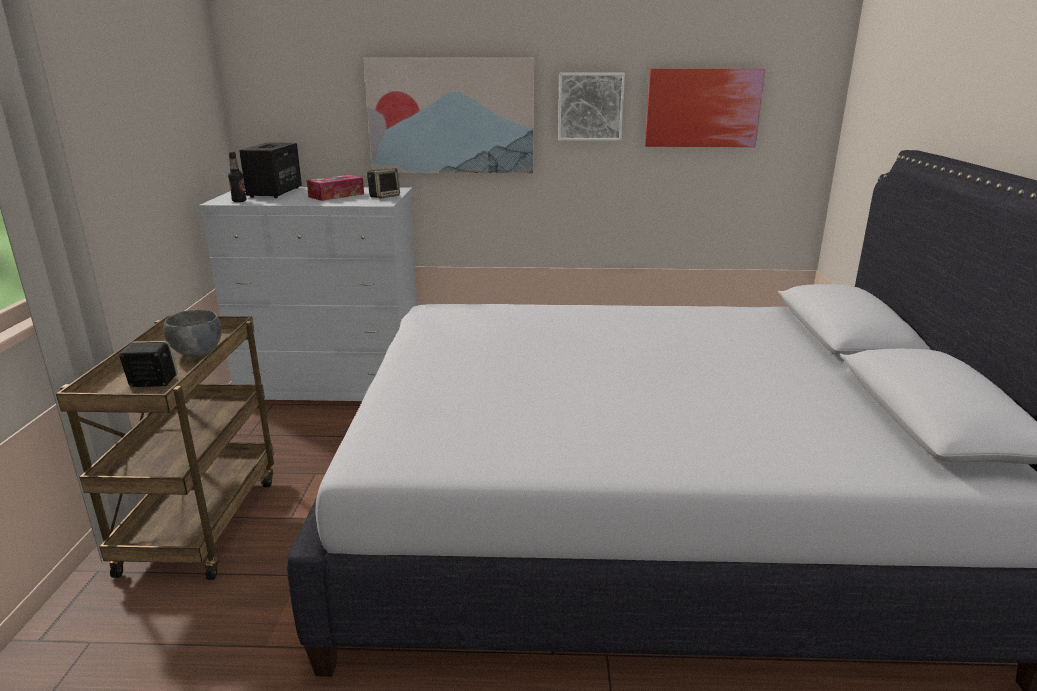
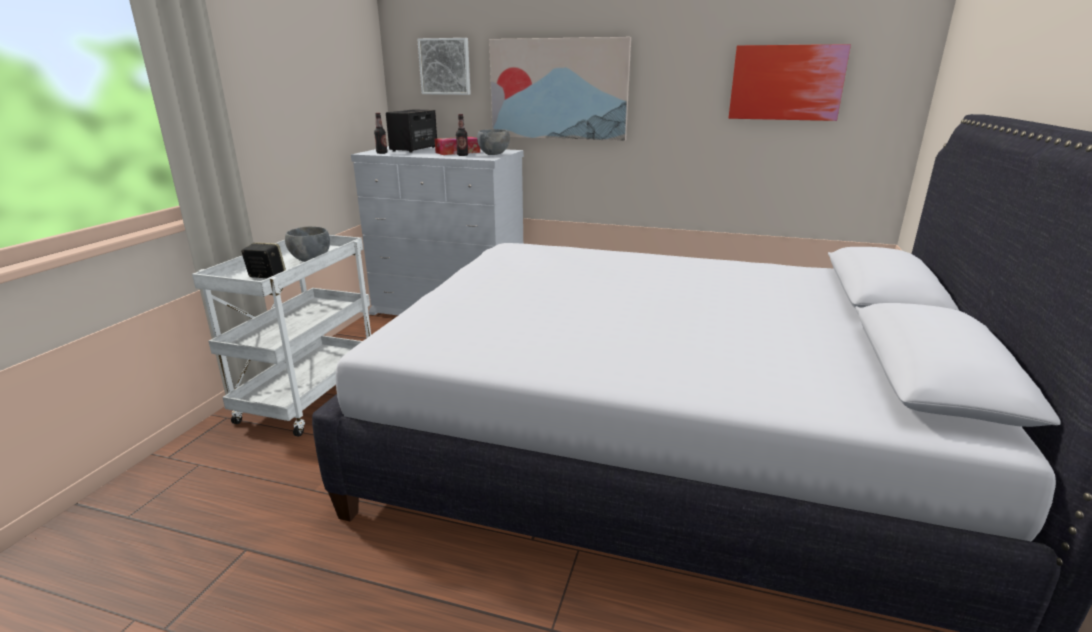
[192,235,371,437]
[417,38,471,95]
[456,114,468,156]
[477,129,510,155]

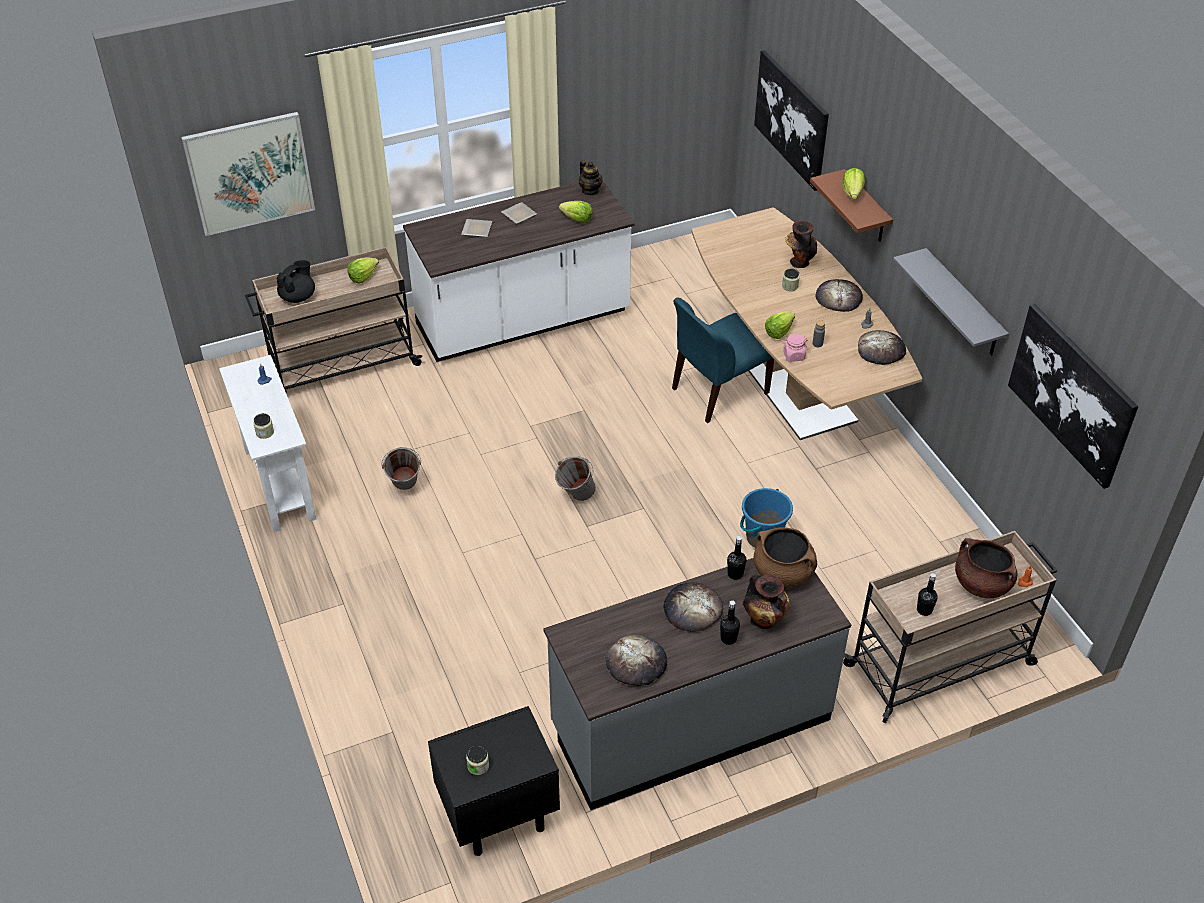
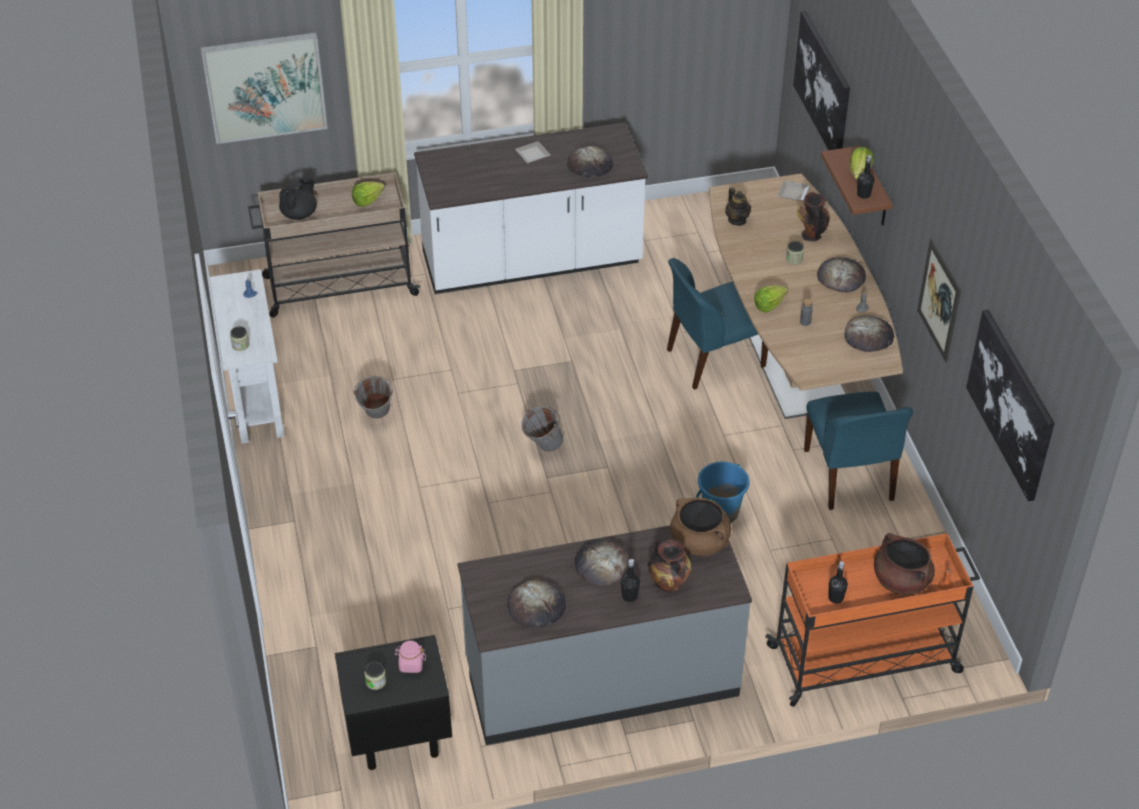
[395,641,426,673]
[567,146,613,178]
[725,188,751,226]
[765,533,980,707]
[778,180,810,202]
[804,391,913,510]
[857,155,874,199]
[917,239,961,362]

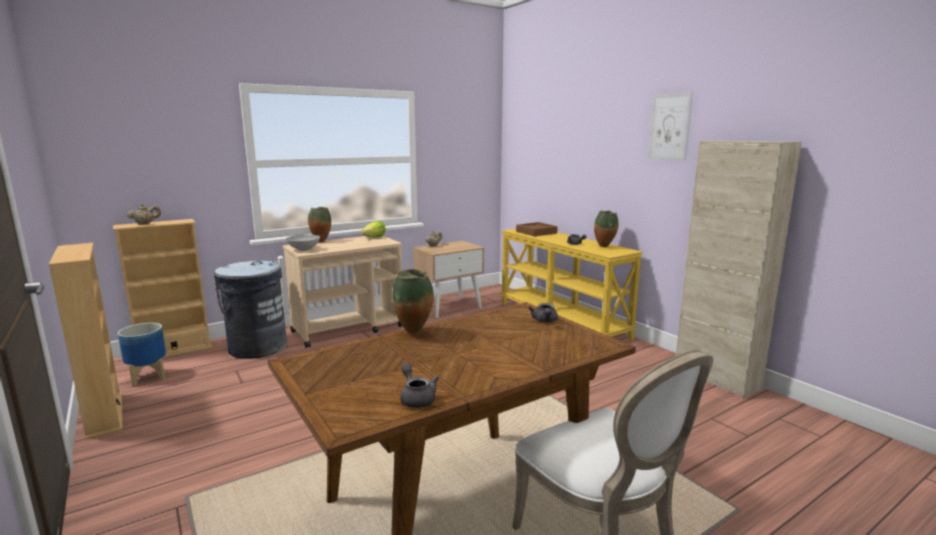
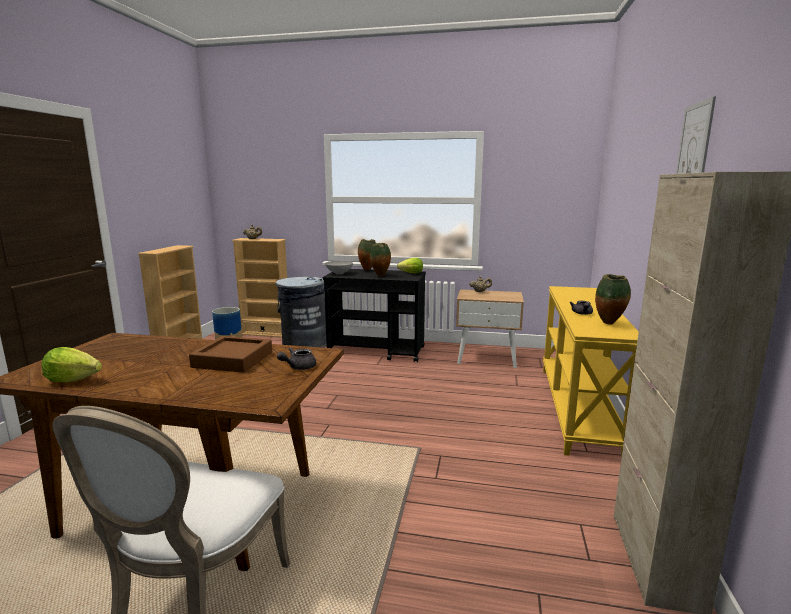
[41,347,102,382]
[189,336,272,373]
[323,269,426,362]
[370,243,391,277]

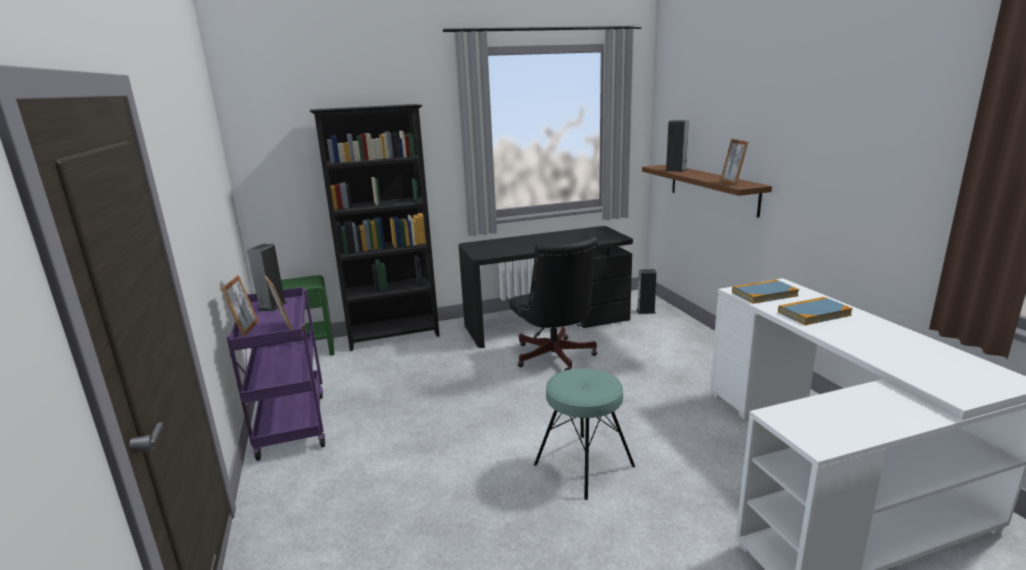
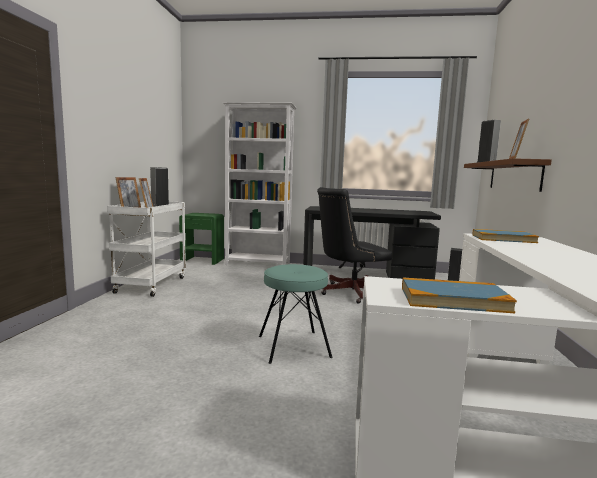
[107,201,186,297]
[222,102,296,265]
[317,187,392,304]
[402,277,517,313]

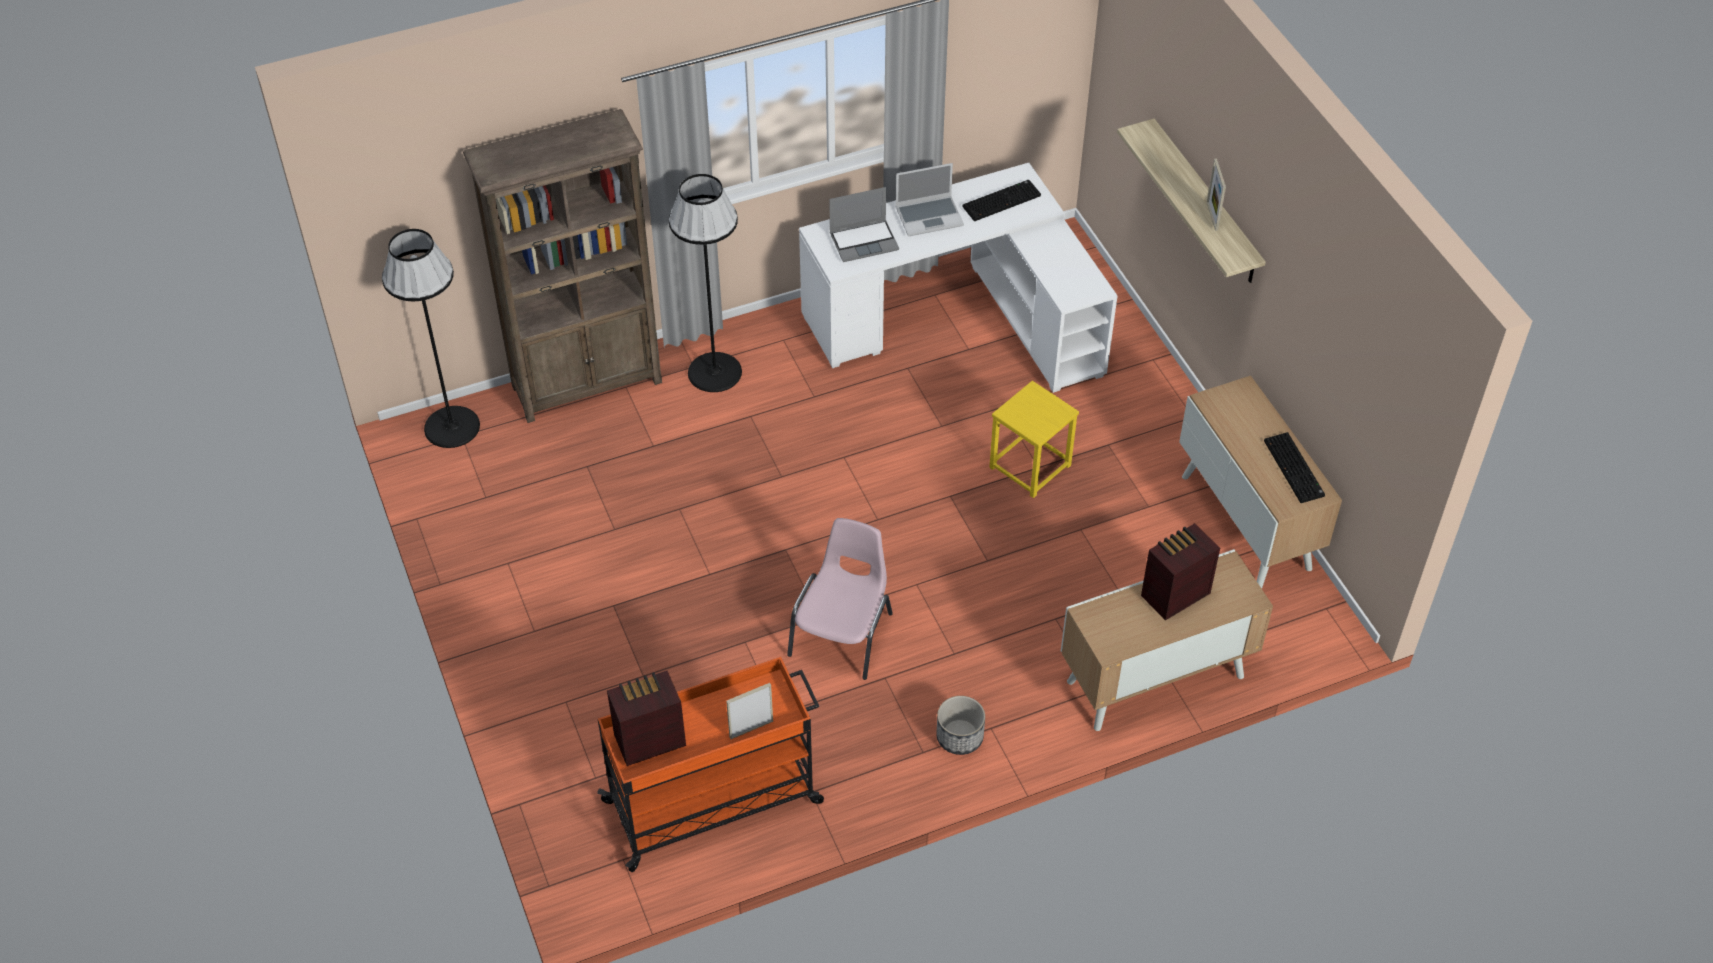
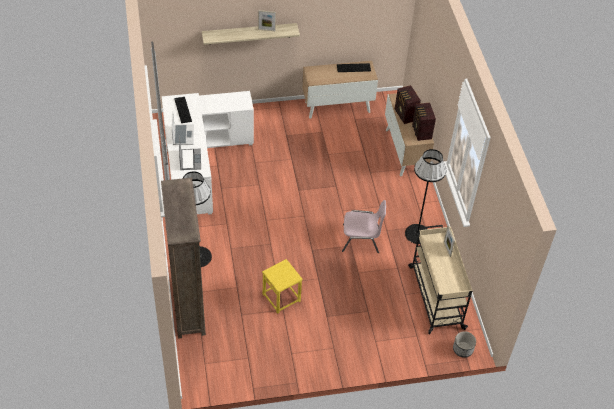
[262,259,303,314]
[342,200,386,253]
[405,149,446,244]
[408,225,472,335]
[412,103,436,141]
[453,331,476,358]

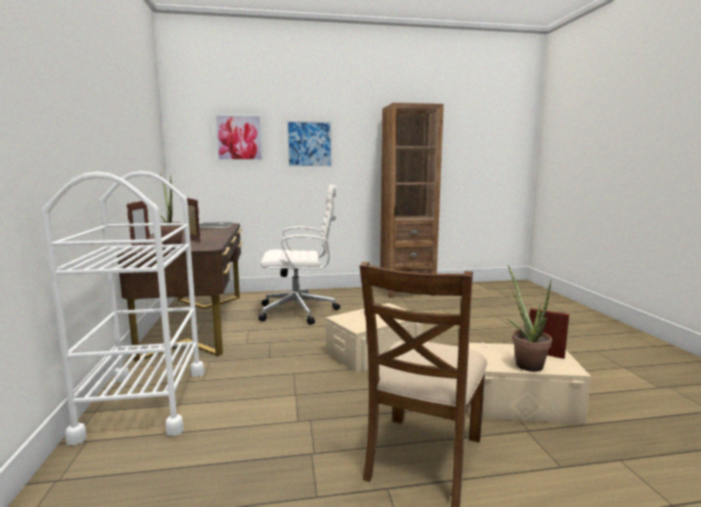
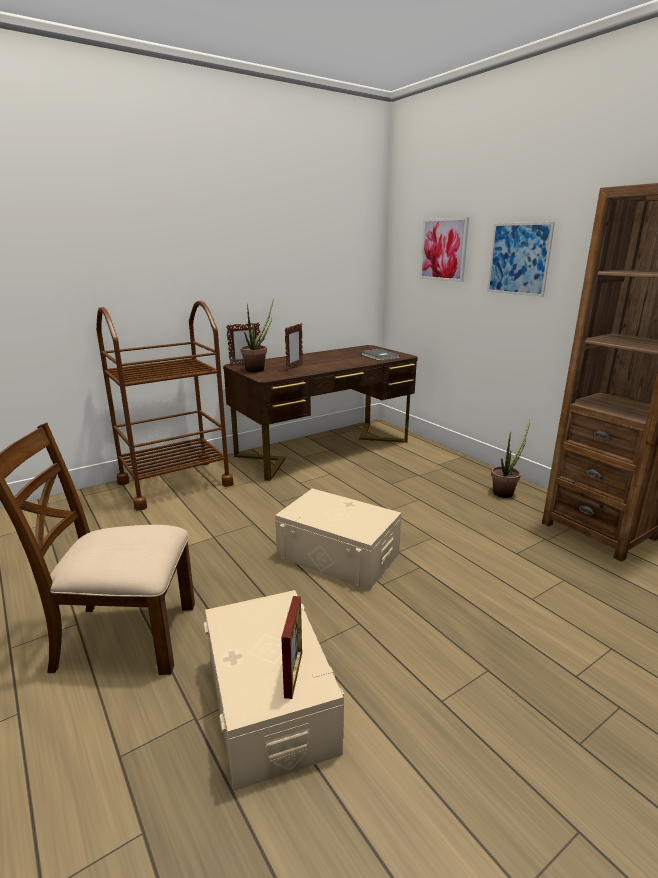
[96,301,234,511]
[491,420,530,498]
[258,185,340,325] (first image)

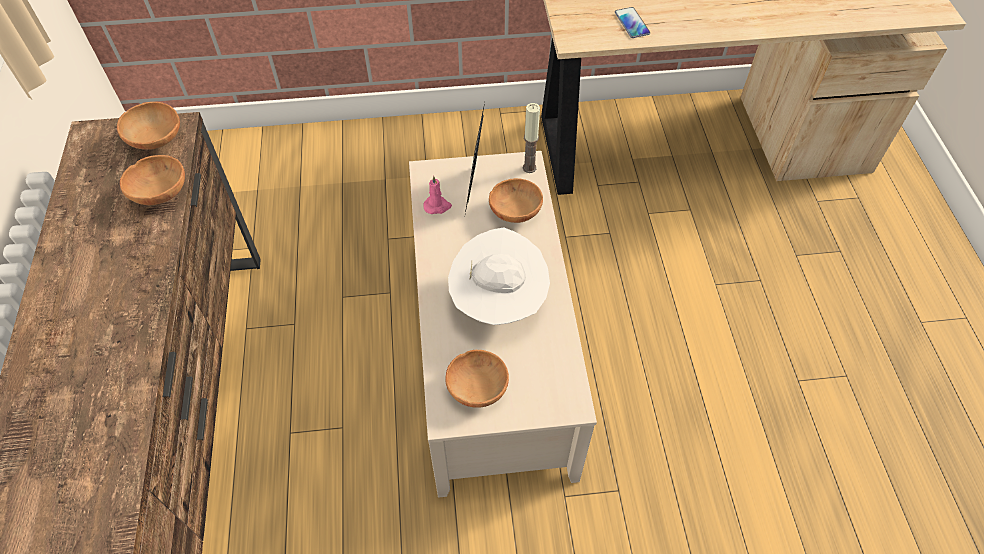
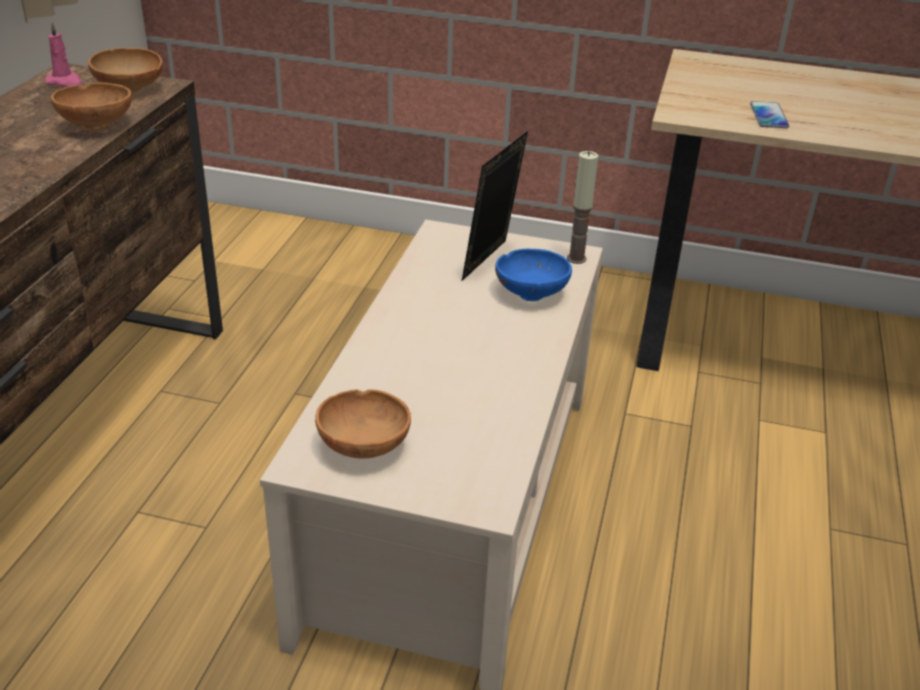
[45,22,82,87]
[495,249,572,301]
[448,227,550,325] (first image)

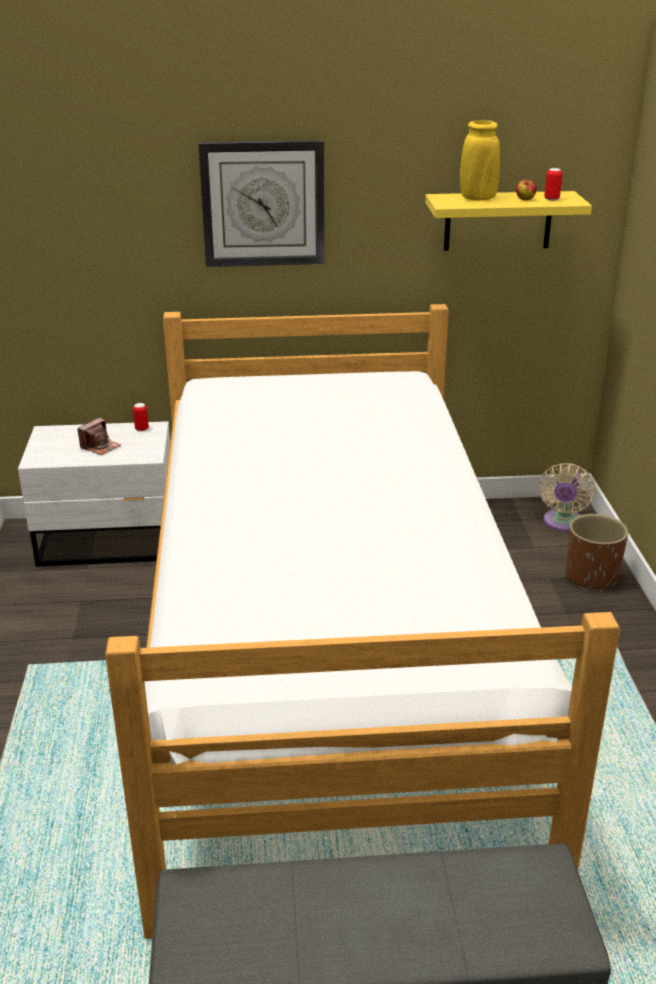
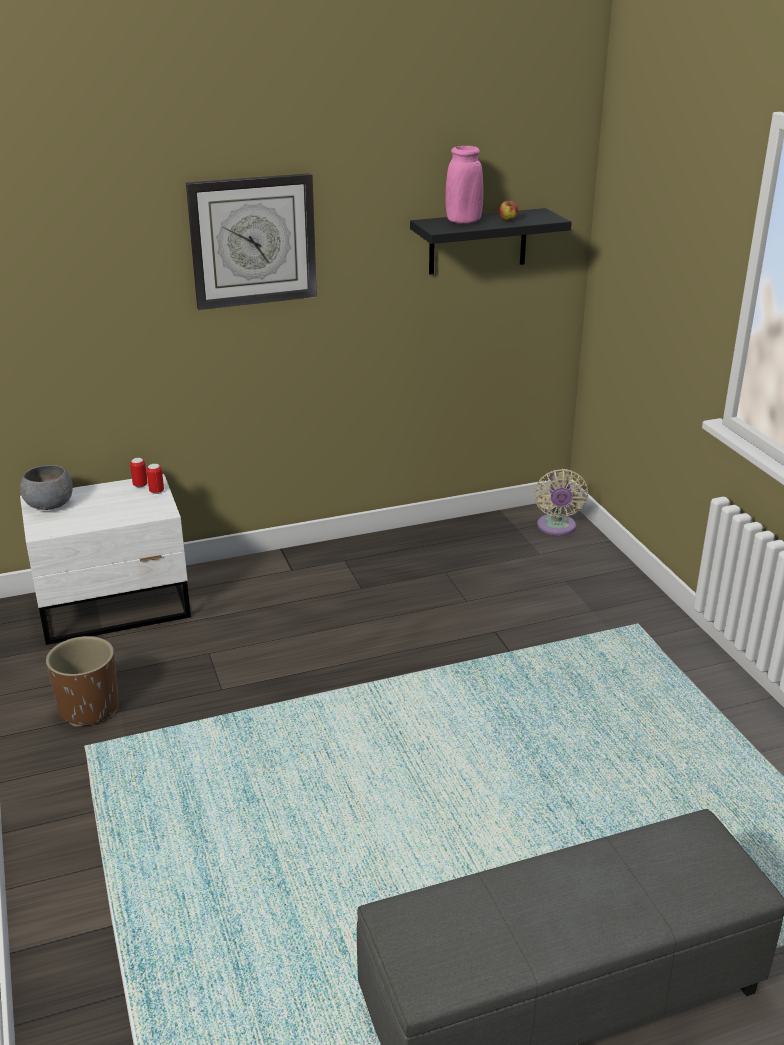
[20,465,73,510]
[46,636,119,726]
[147,464,164,494]
[410,208,572,274]
[445,146,483,224]
[77,417,121,455] (first image)
[105,304,620,939] (first image)

